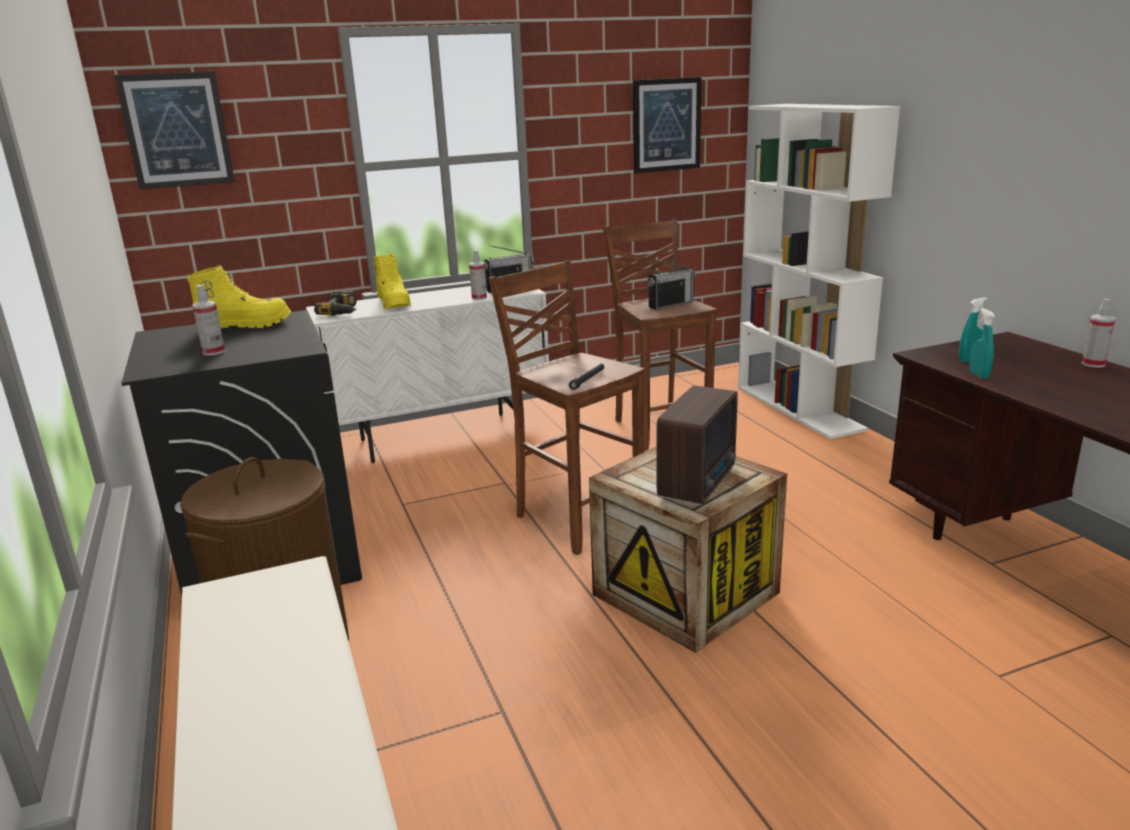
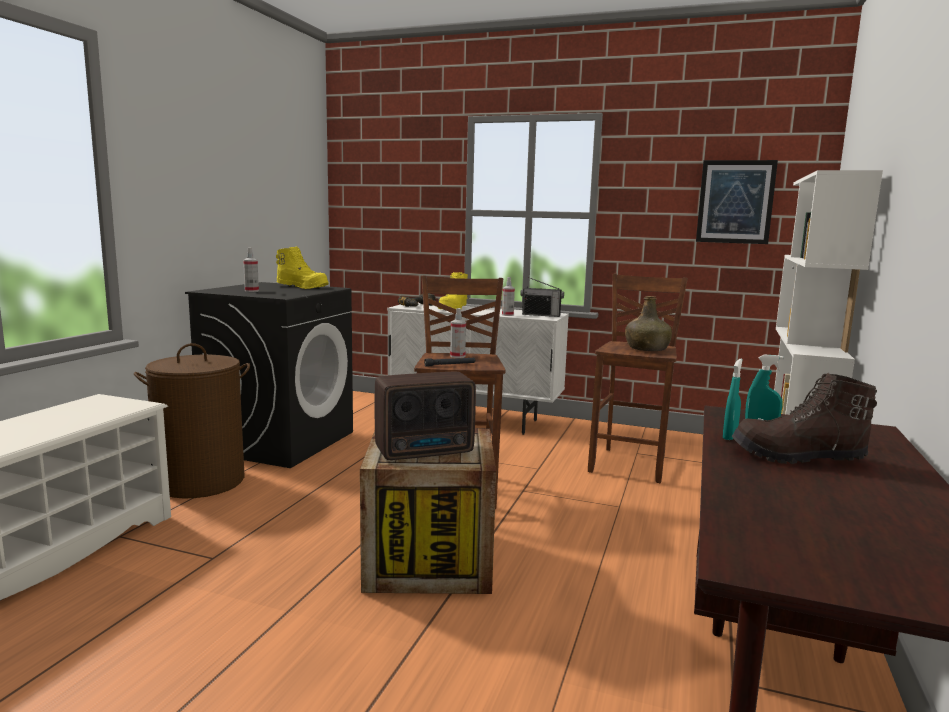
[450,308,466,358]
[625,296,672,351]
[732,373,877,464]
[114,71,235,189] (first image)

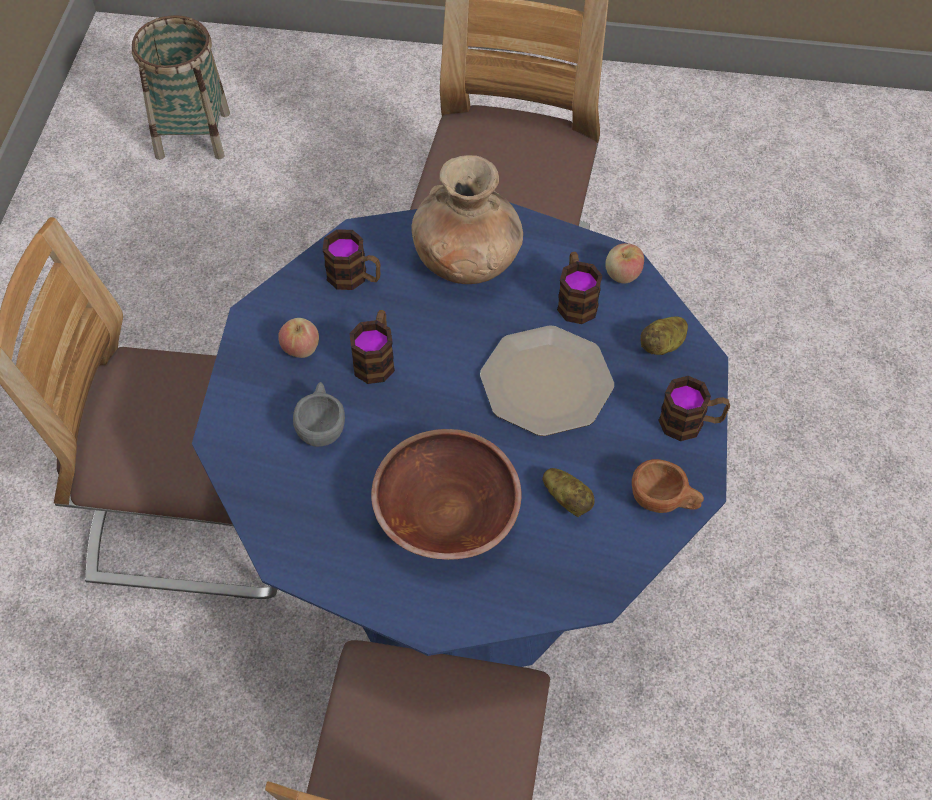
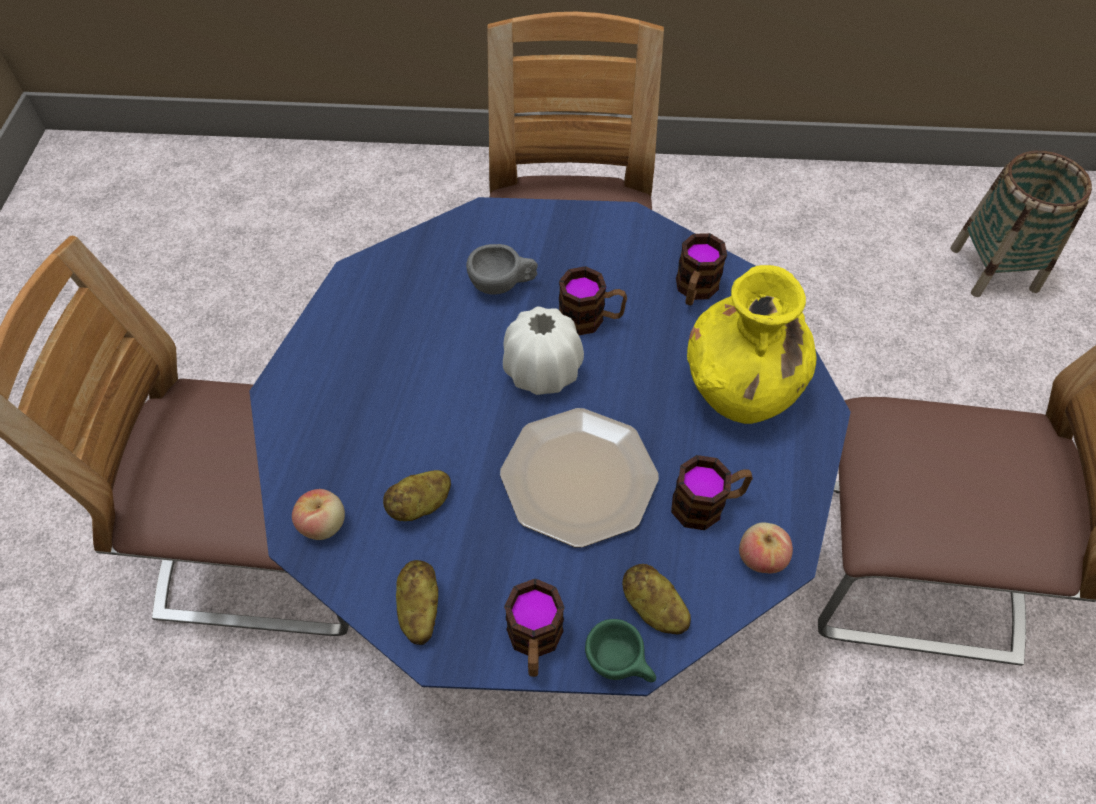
[292,489,345,540]
[396,560,438,645]
[503,306,584,395]
[585,619,656,682]
[687,265,817,424]
[371,429,522,560] (first image)

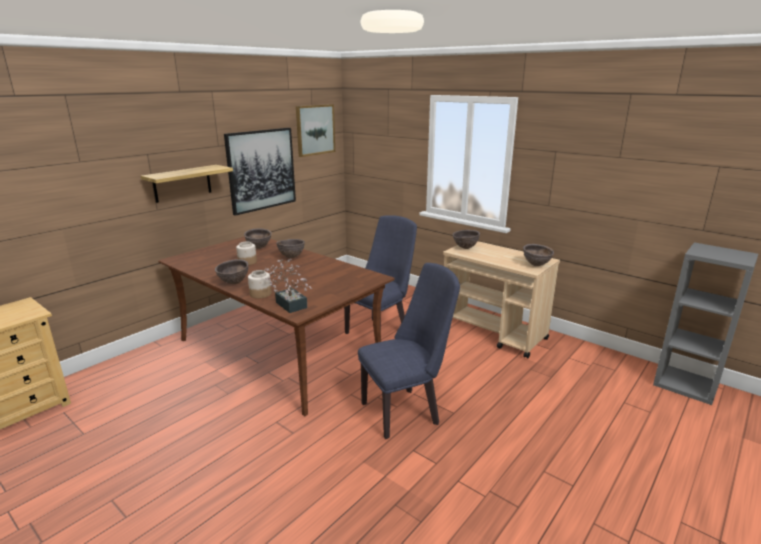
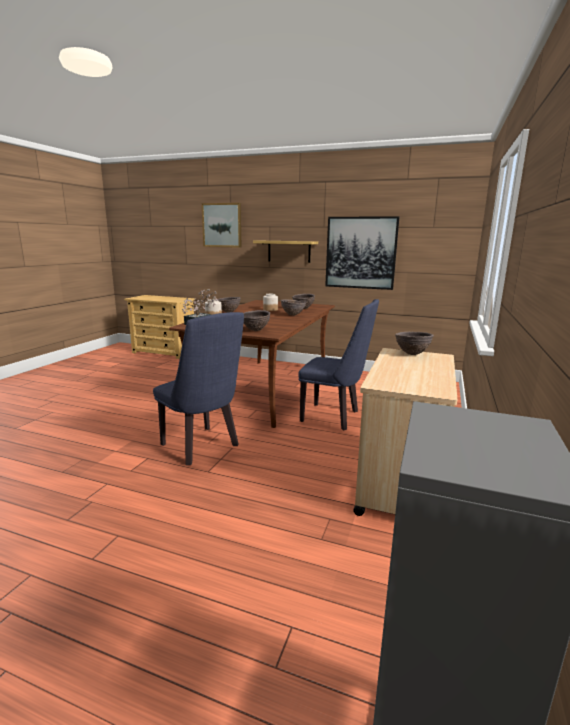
[202,203,241,248]
[244,310,270,331]

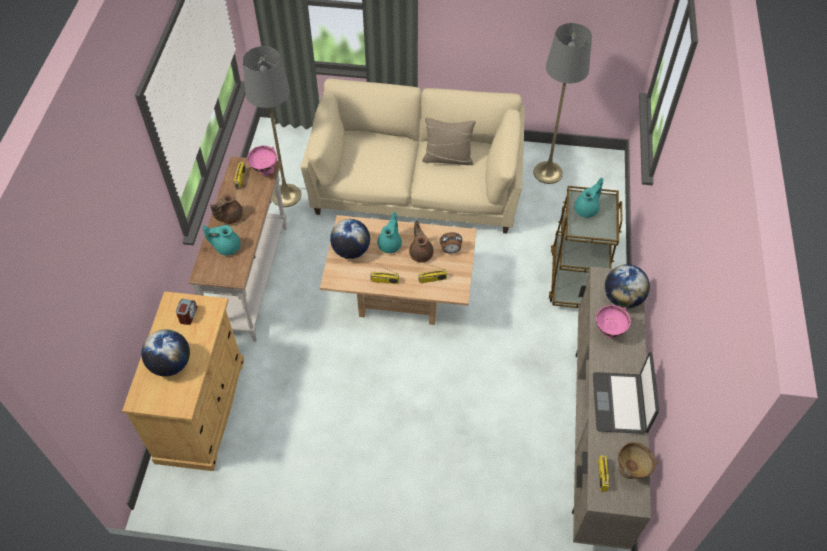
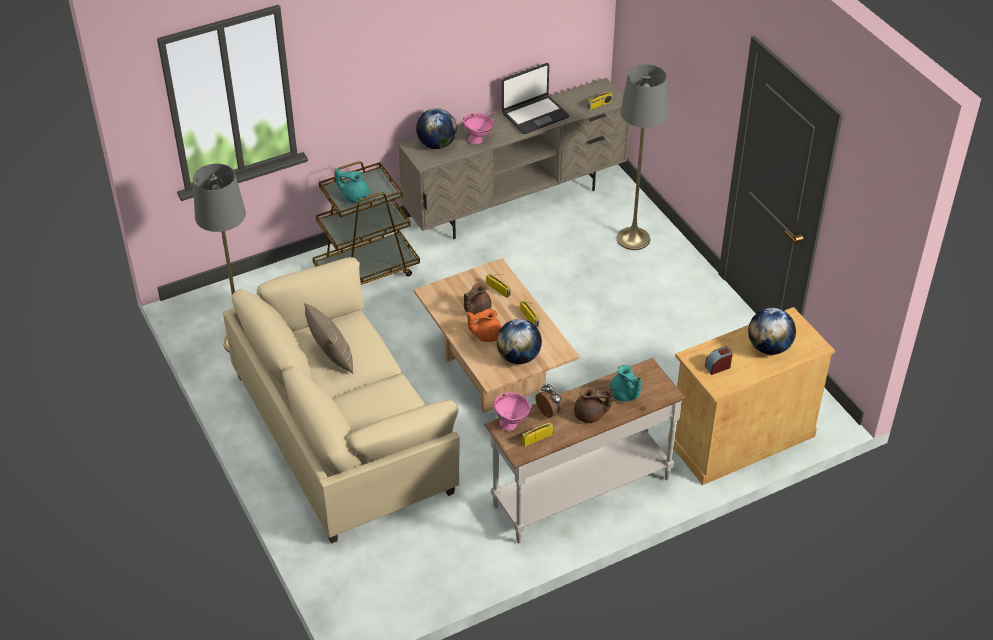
[468,309,502,342]
[536,384,562,418]
[616,64,667,250]
[618,442,658,479] (first image)

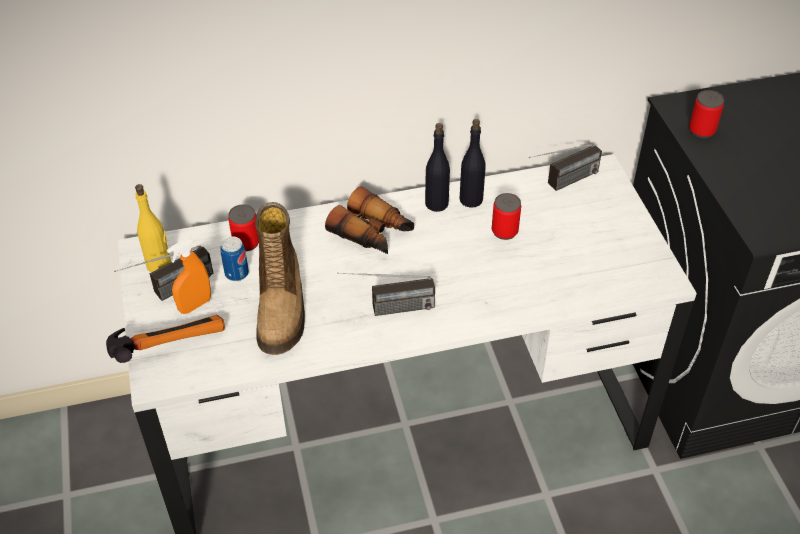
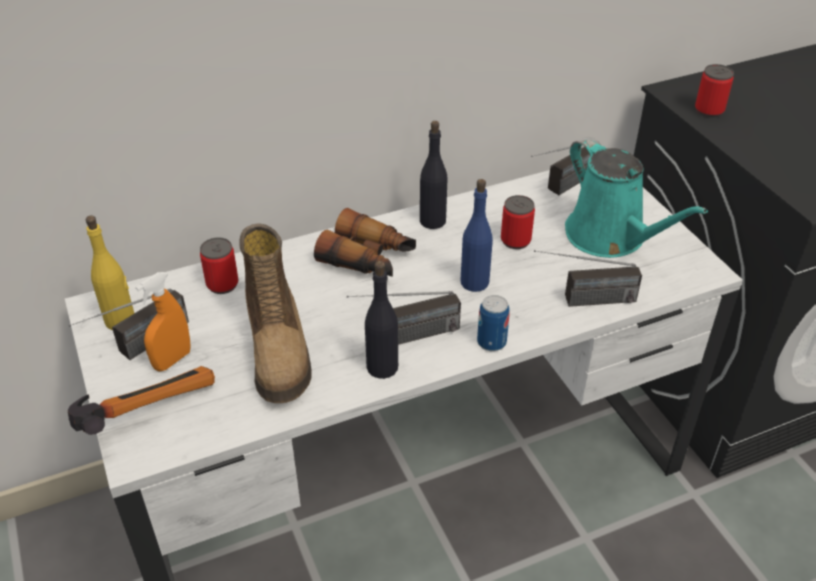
[365,261,398,379]
[460,179,493,292]
[477,295,510,351]
[534,250,642,307]
[565,137,708,258]

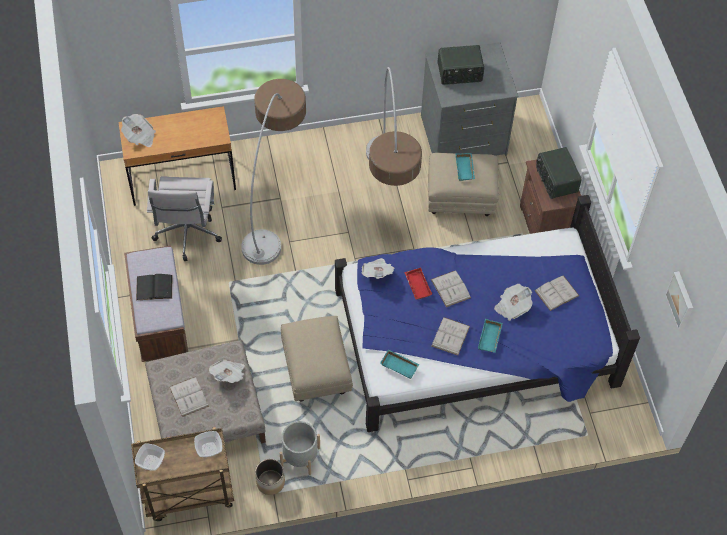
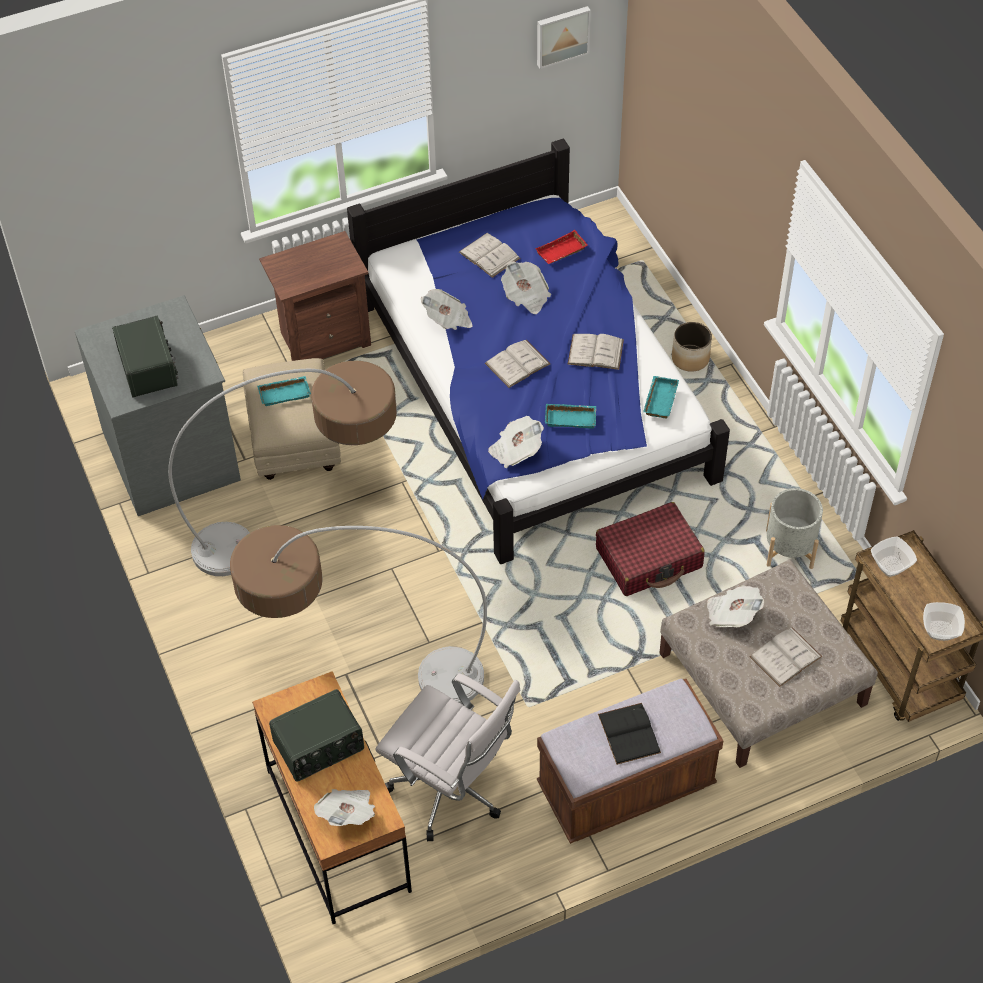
[269,689,364,782]
[375,673,521,841]
[421,289,473,330]
[535,230,588,264]
[545,404,596,428]
[596,502,705,596]
[672,322,712,372]

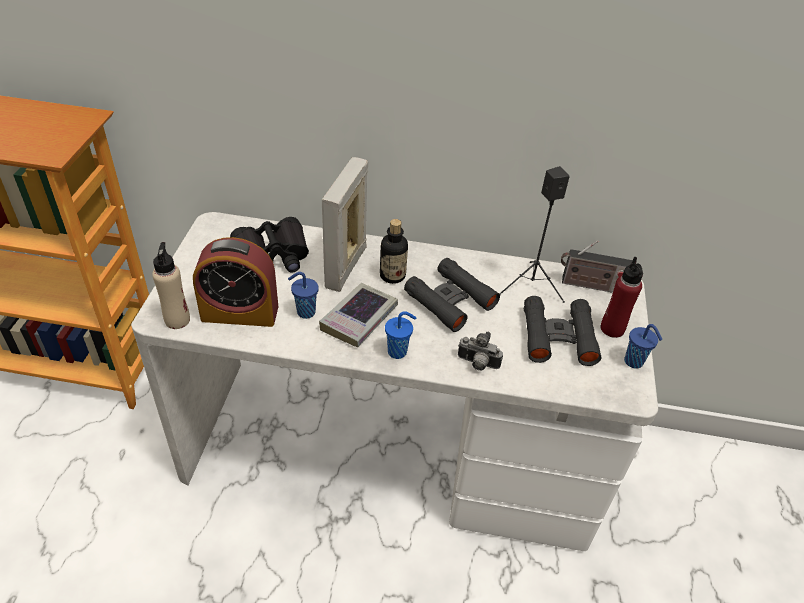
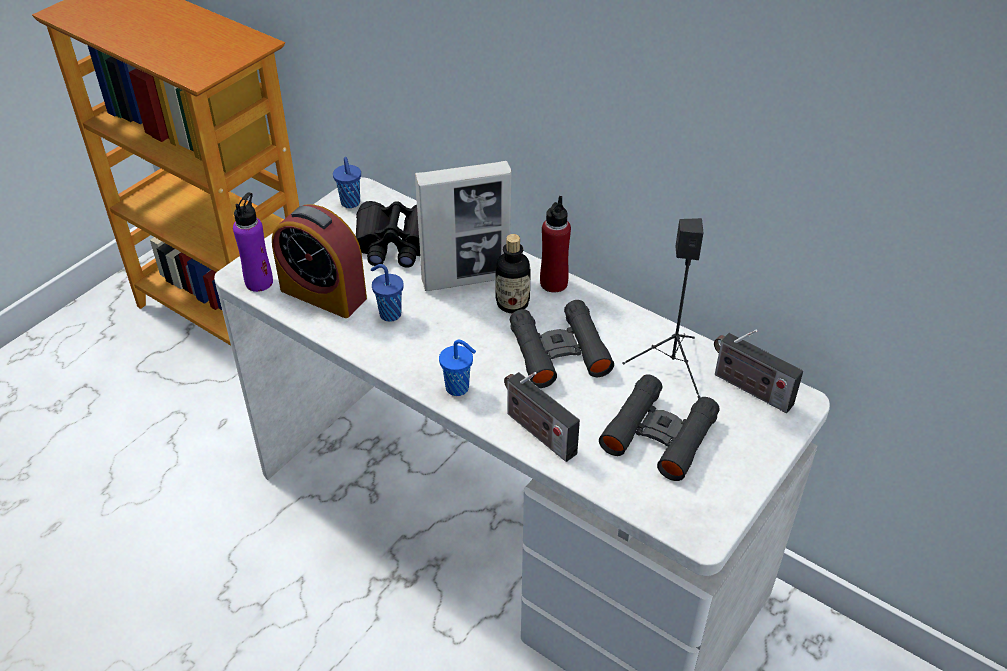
[233,192,273,292]
[333,157,361,208]
[415,161,512,291]
[504,372,580,462]
[540,196,571,292]
[319,283,398,347] (first image)

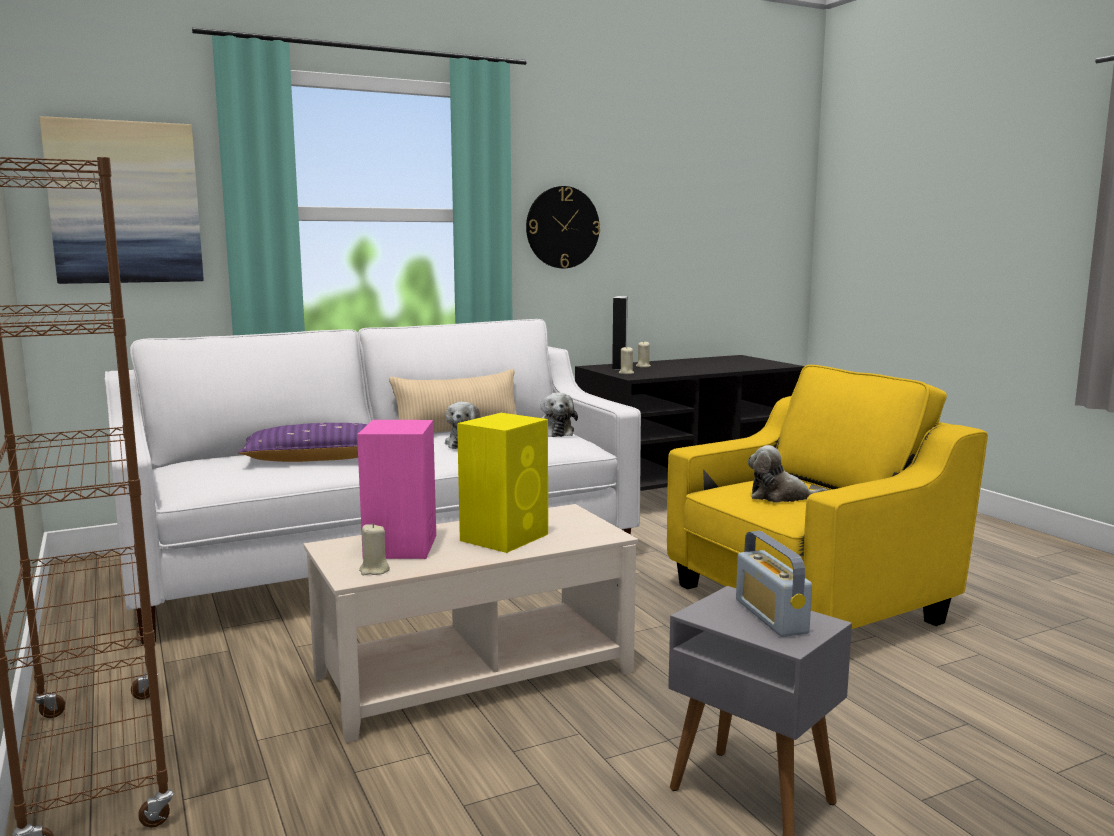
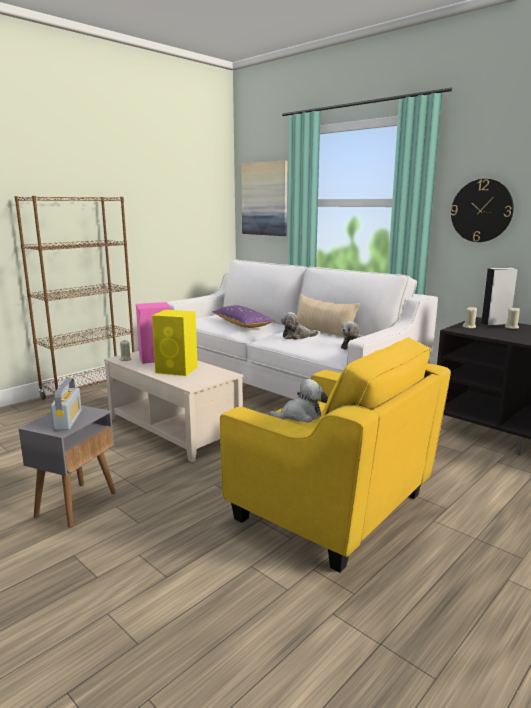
[50,378,82,430]
[269,379,324,423]

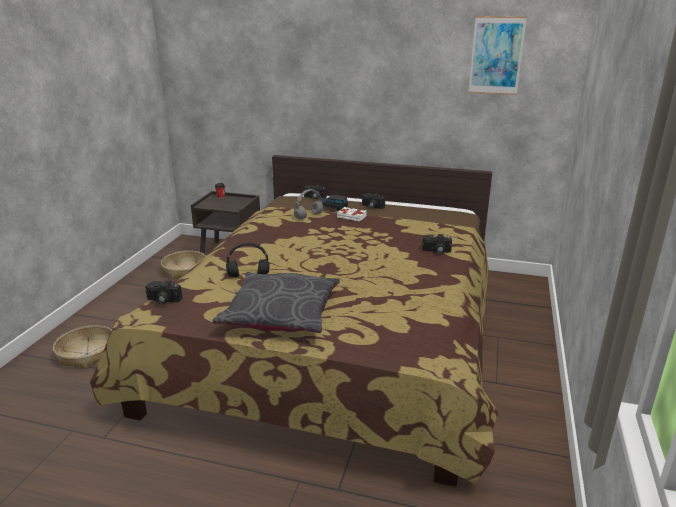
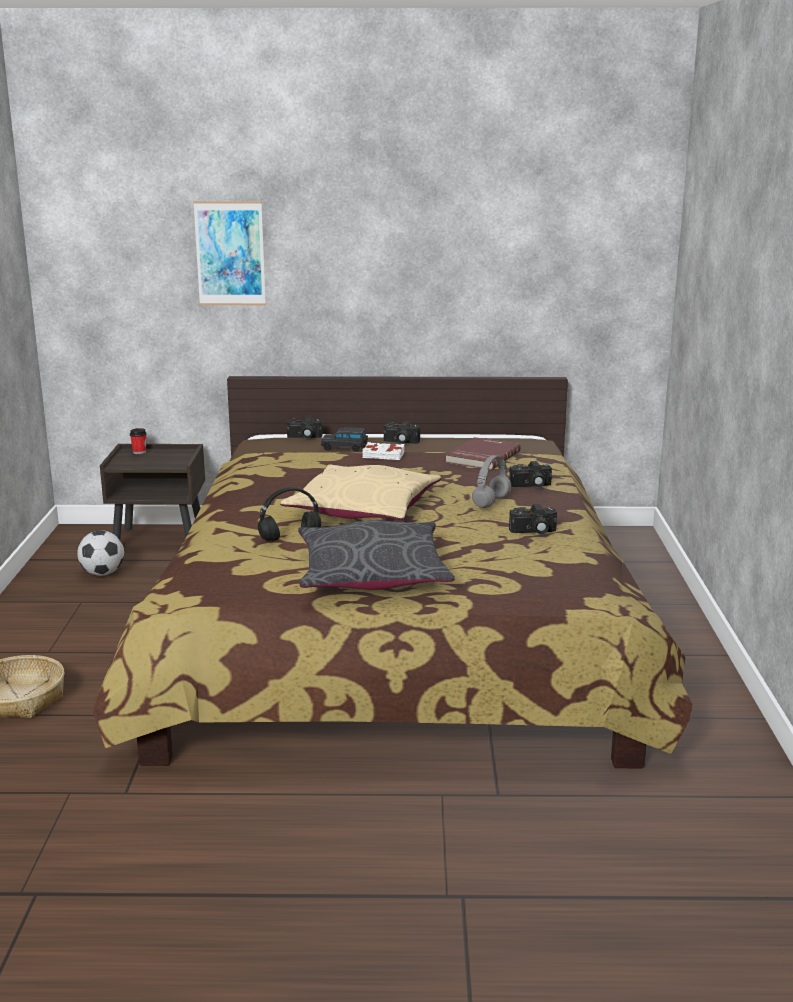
[77,530,124,576]
[193,201,266,305]
[280,464,441,520]
[445,437,521,470]
[472,455,512,508]
[509,504,557,534]

